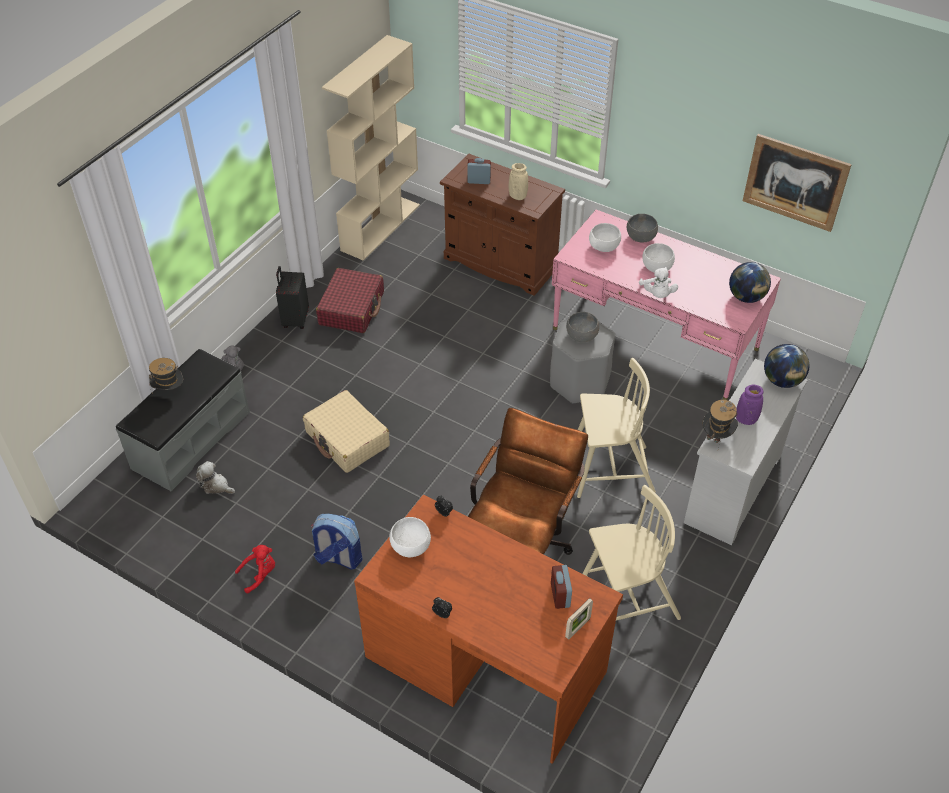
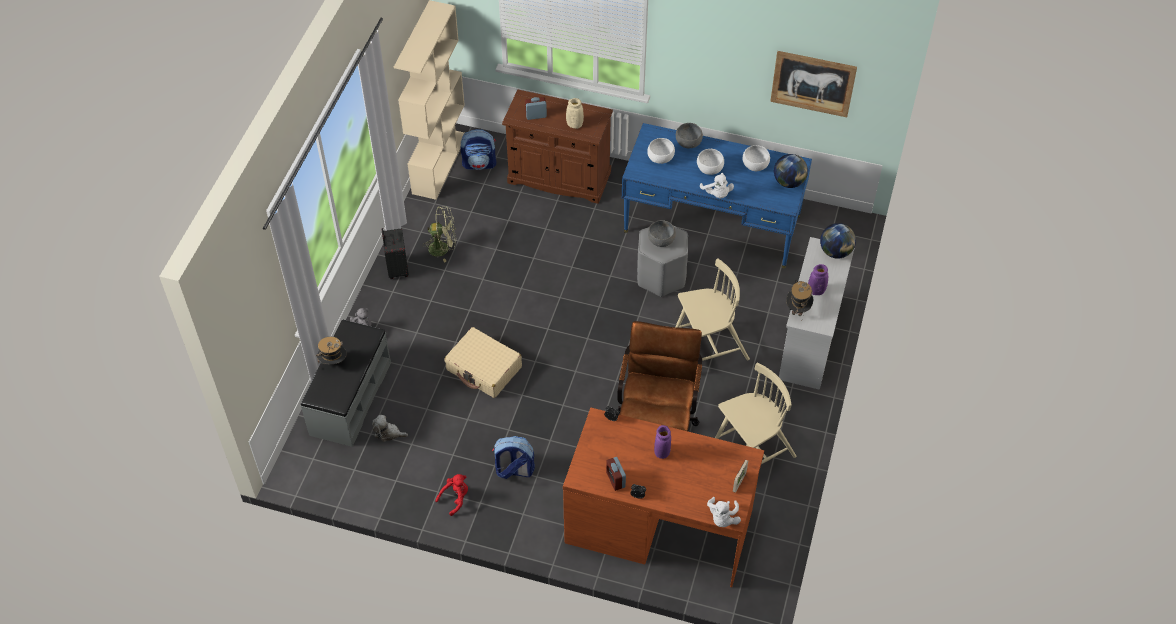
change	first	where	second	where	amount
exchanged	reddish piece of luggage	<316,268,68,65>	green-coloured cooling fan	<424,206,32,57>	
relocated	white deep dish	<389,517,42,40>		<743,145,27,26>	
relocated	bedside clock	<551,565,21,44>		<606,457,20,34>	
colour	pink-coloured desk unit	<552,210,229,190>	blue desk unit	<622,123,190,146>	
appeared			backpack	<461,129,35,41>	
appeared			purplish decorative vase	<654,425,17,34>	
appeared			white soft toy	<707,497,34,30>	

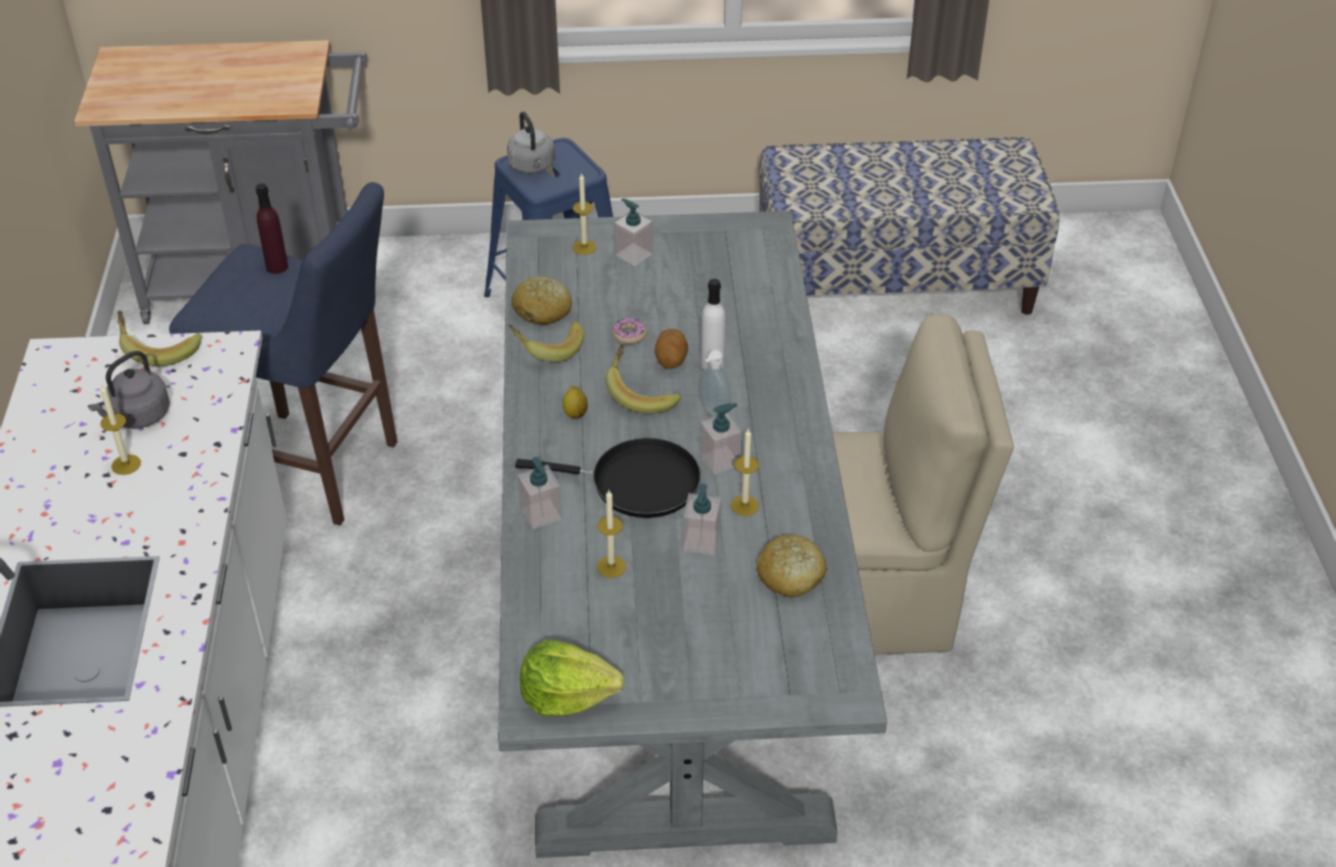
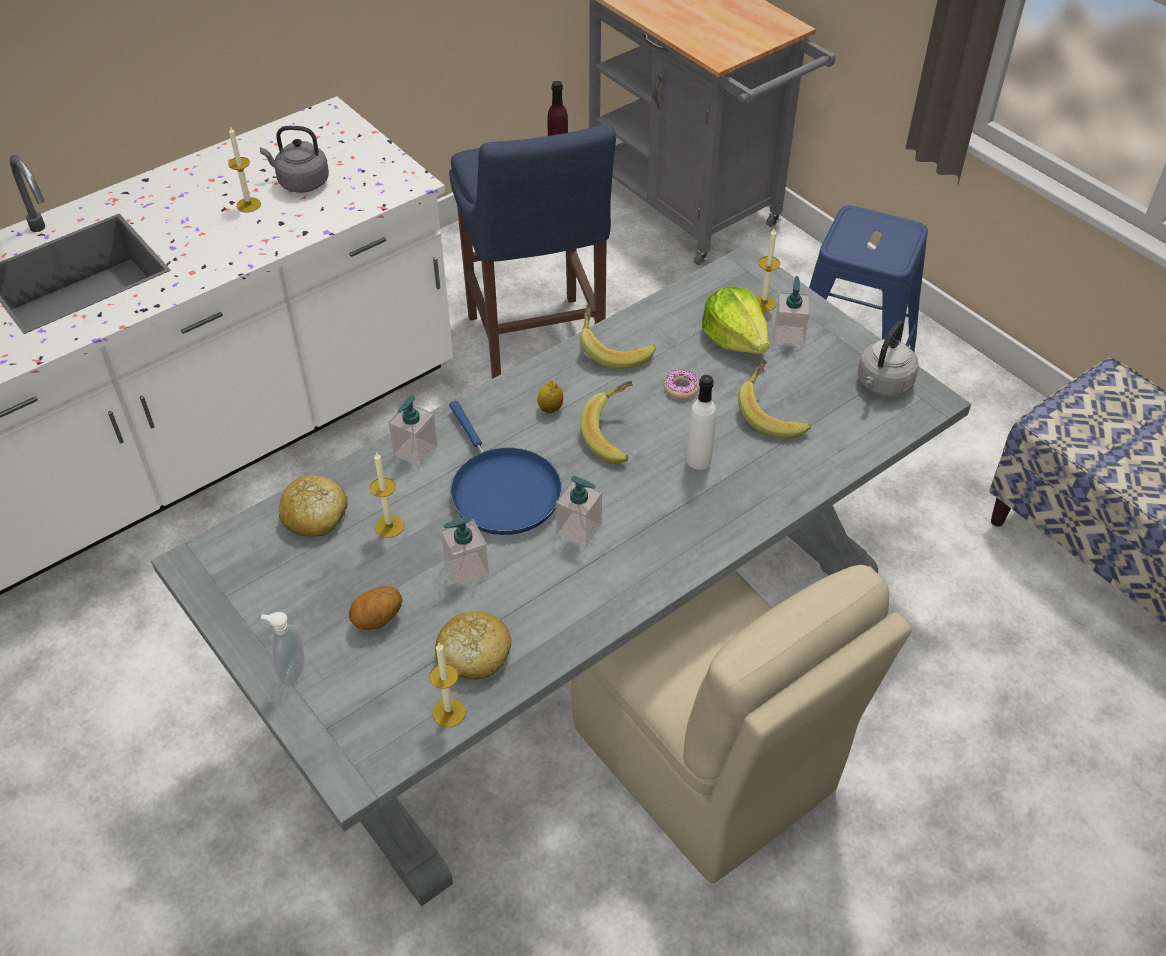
change	first	where	second	where	amount
relocated	banana fruit	<118,311,84,55>		<738,359,73,79>	
relocated	greyish water kettle	<507,112,48,62>		<858,321,61,75>	
relocated	bread	<511,277,61,48>		<279,475,68,62>	
colour	blackish skillet	<515,438,186,80>	blue skillet	<449,401,113,134>	
relocated	head of lettuce	<520,640,104,77>		<702,286,67,68>	
relocated	potato	<655,329,33,40>		<349,586,54,44>	
relocated	soap bottle	<698,350,33,66>		<261,612,43,74>	
relocated	candle	<731,428,28,88>		<429,643,36,84>	

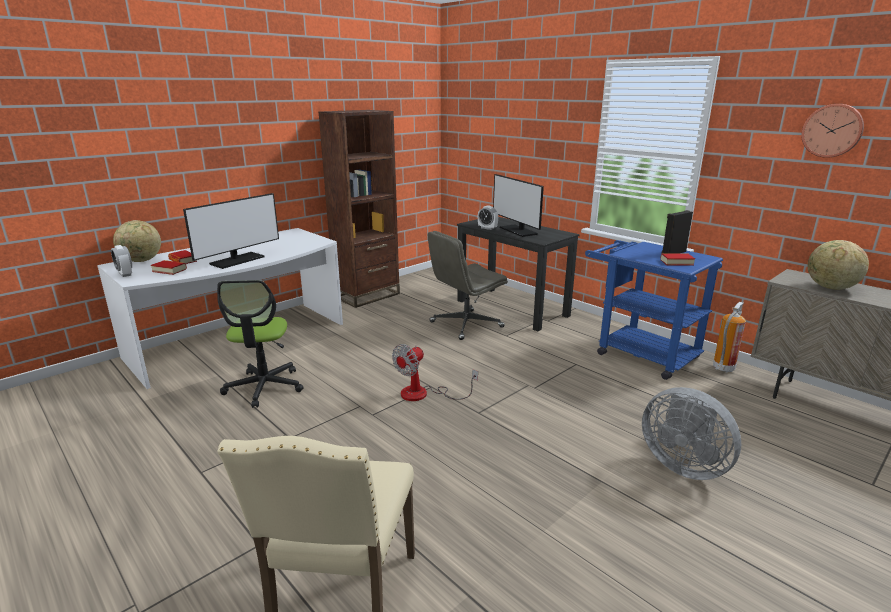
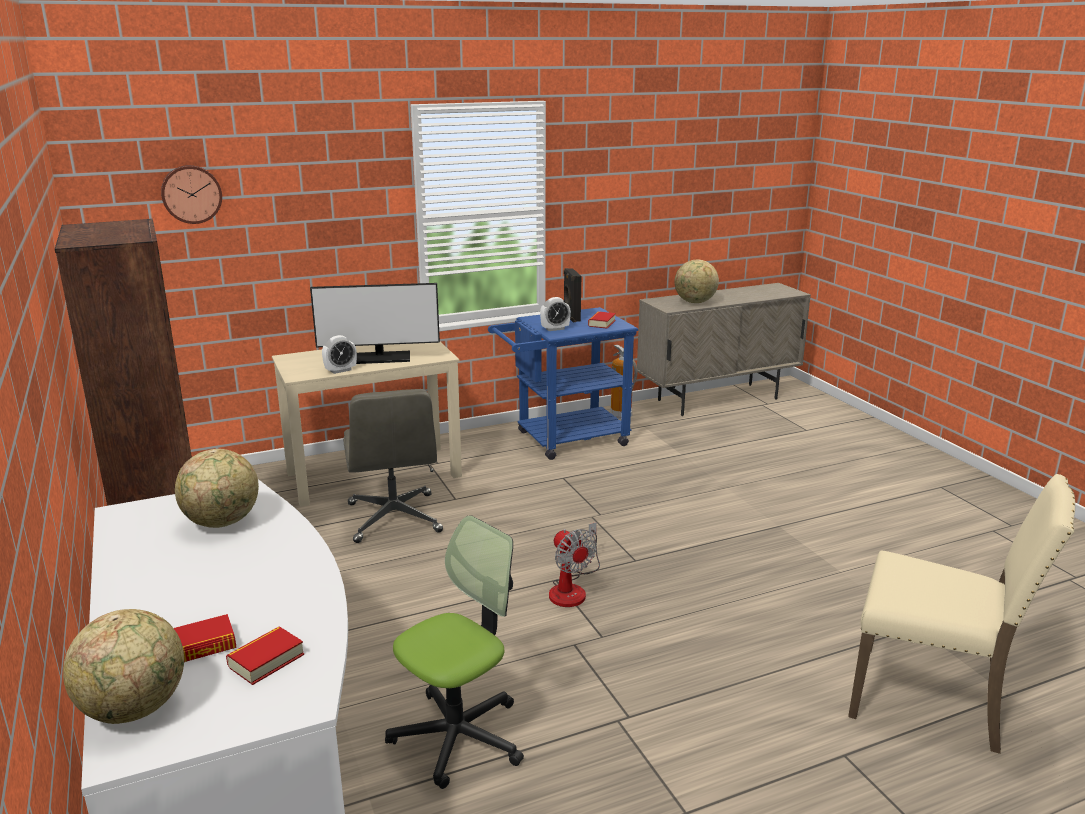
change	first	where	second	where	amount
relocated	bedside clock	<111,245,21,32>		<540,297,31,34>	
missing	computer display	<183,193,96,76>			
spun	office chair	<217,280,87,128>		<385,515,139,274>	60 degrees counterclockwise
colour	blackish desk unit	<457,217,123,114>	beige-coloured desk unit	<272,342,190,165>	
missing	greyish cooling fan	<642,387,99,93>			
relocated	wall clock	<801,104,63,54>		<161,165,61,59>	
appeared			desk globe	<175,449,84,79>	

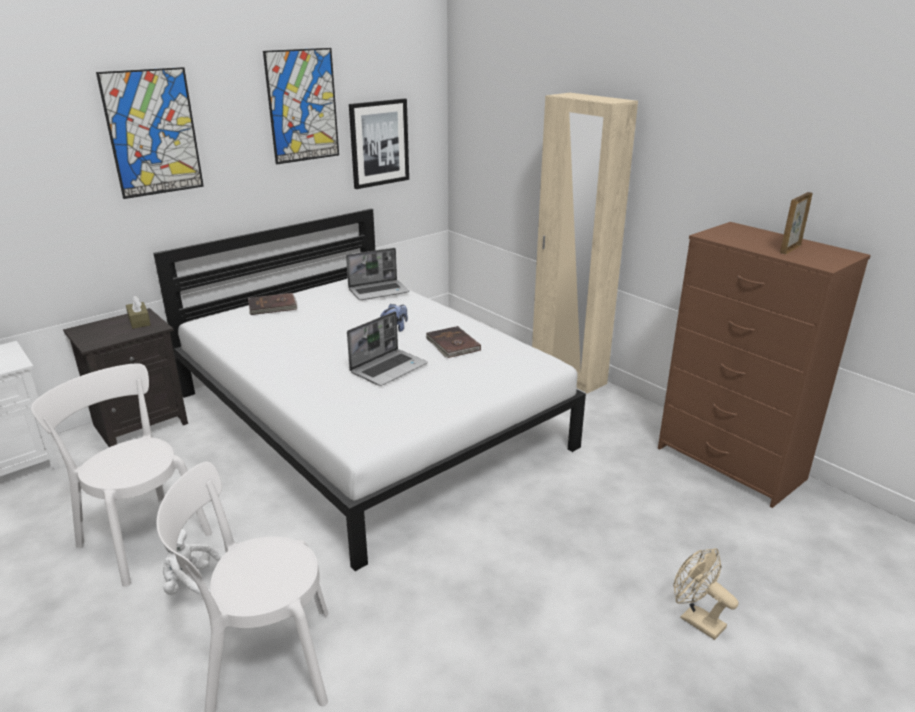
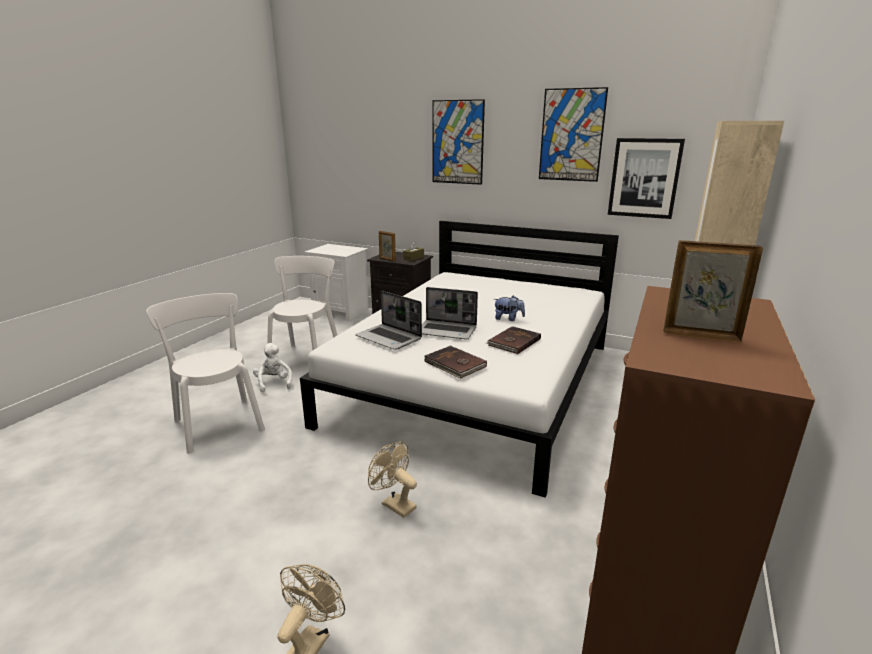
change	first	where	second	where	amount
relocated	brownish bound book	<248,293,49,22>		<424,346,63,33>	
relocated	portable computer	<346,248,63,52>		<355,291,67,59>	
appeared			beige-coloured cooling fan	<368,441,49,77>	
appeared			picture frame	<379,231,17,30>	

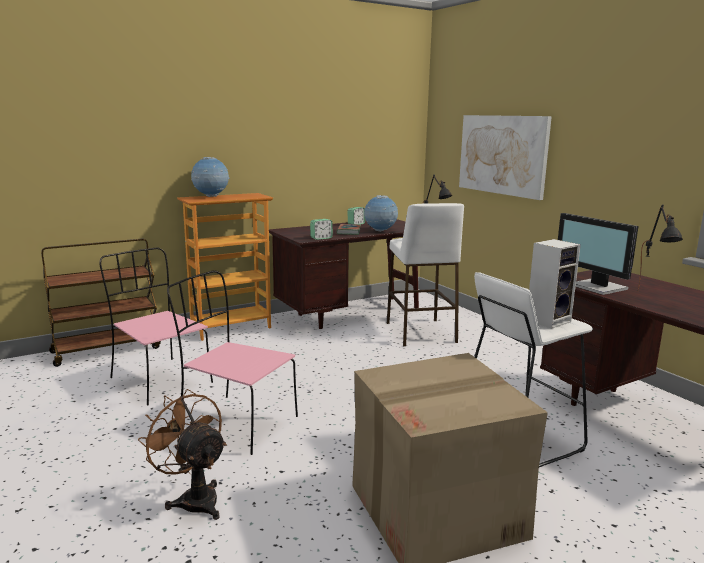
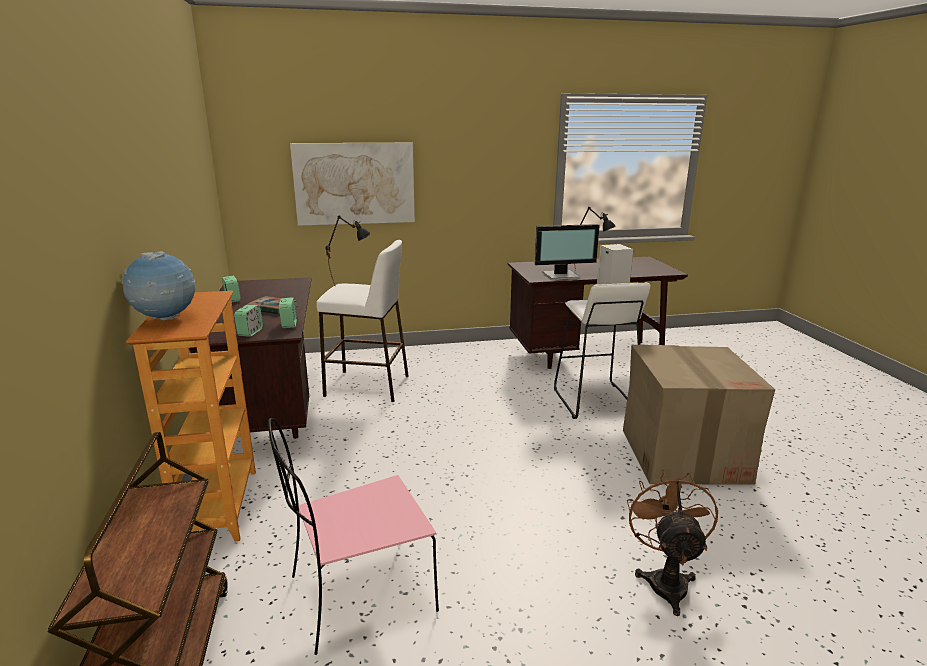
change	first	where	second	where	amount
spun	brownish cooling fan	<138,389,89,131>		<627,470,91,146>	120 degrees clockwise
missing	pink-coloured plain chair	<167,270,131,185>			
missing	desk globe	<364,195,34,37>			
appeared			bedside clock	<234,305,29,32>	

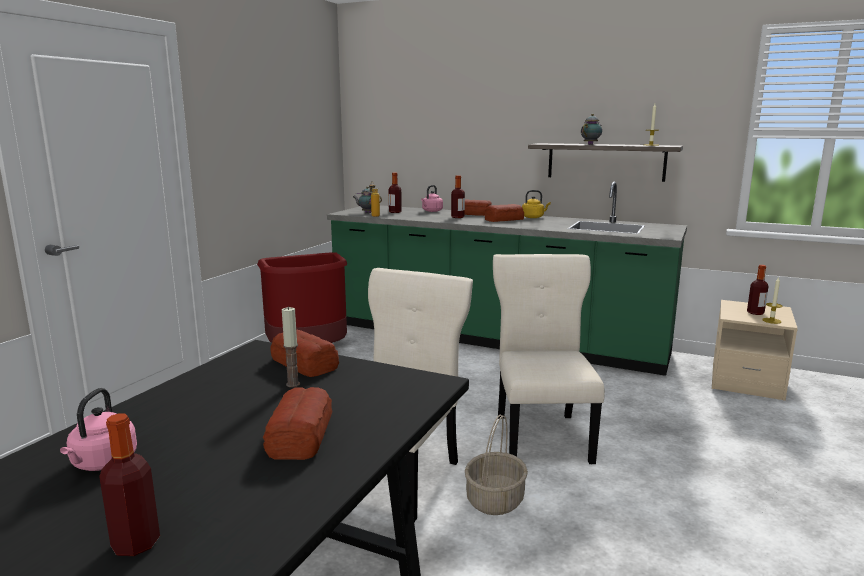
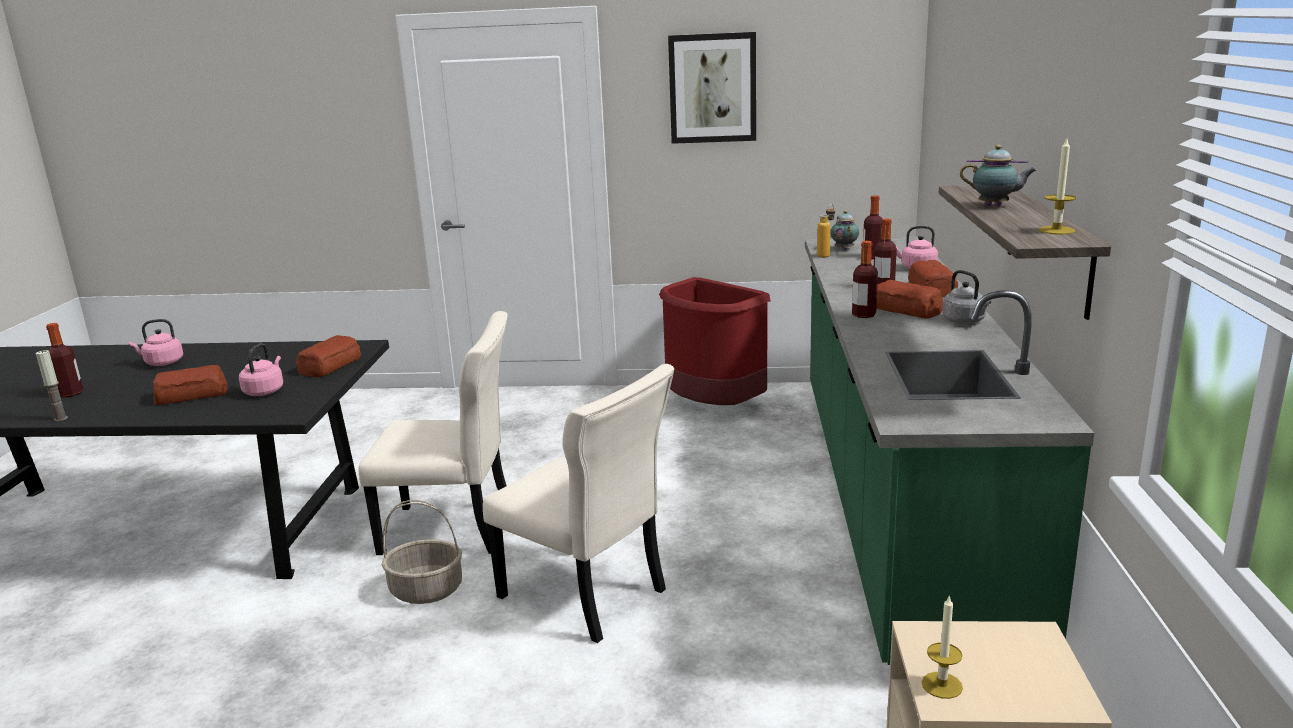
change	first	where	second	where	amount
relocated	candle	<282,306,18,81>		<36,350,32,71>	
spun	beige-coloured plain chair	<493,254,112,210>		<483,364,191,279>	60 degrees clockwise
colour	yellow-coloured water kettle	<522,190,29,28>	greyish water kettle	<942,270,49,54>	
relocated	bottle	<747,265,22,50>		<852,241,26,77>	
appeared			pink-coloured water kettle	<239,344,44,52>	
appeared			picture	<668,32,88,112>	

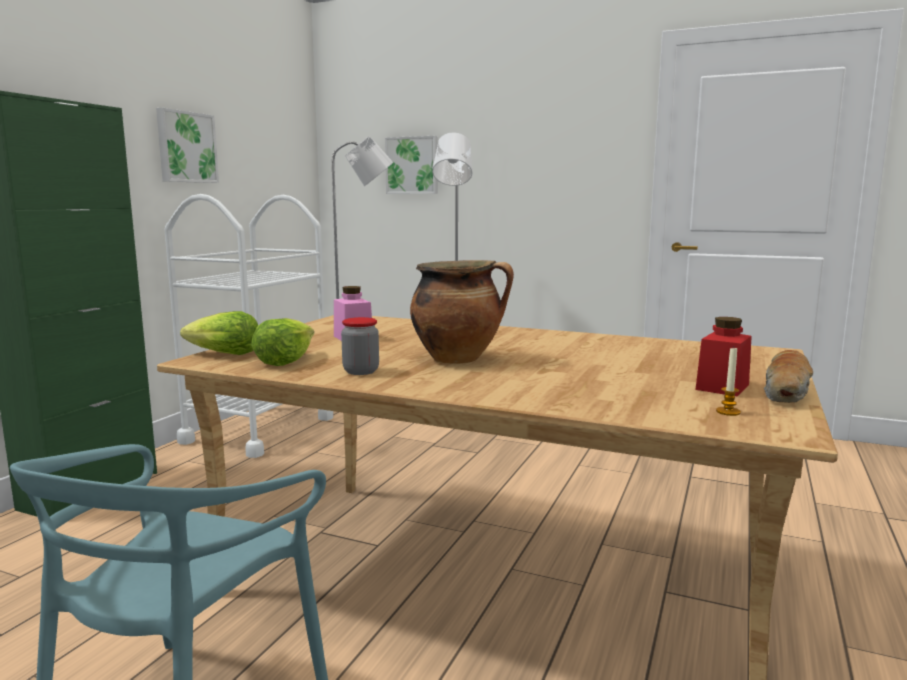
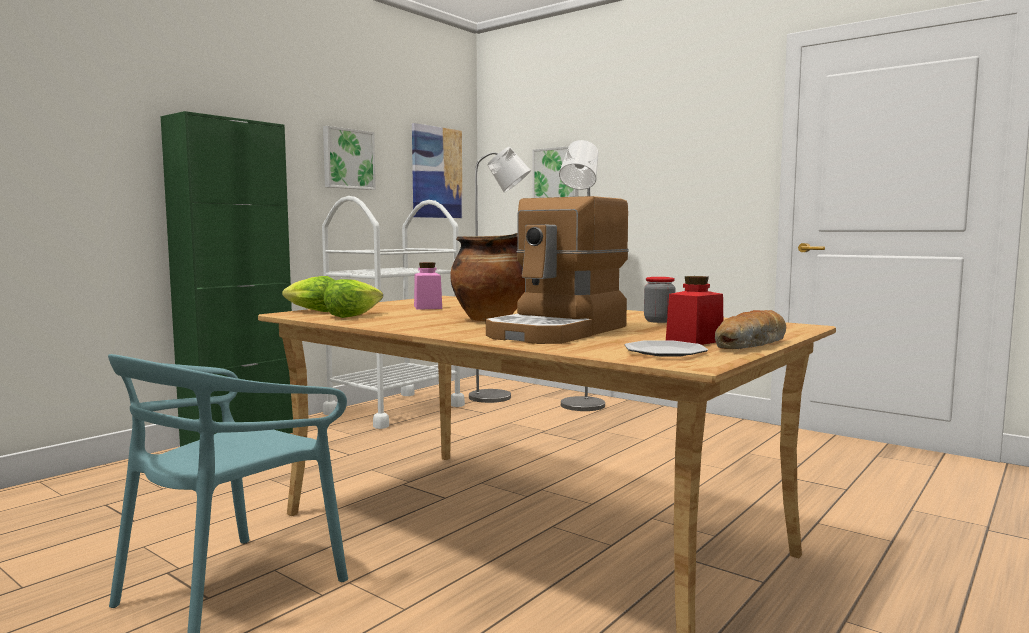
change	first	where	second	where	amount
relocated	storage jar	<341,317,38,58>		<644,277,31,46>	
exchanged	candle	<716,347,25,69>	dinner plate	<624,340,84,17>	
appeared			picture	<412,123,51,95>	
appeared			coffee brewer	<486,196,143,148>	

